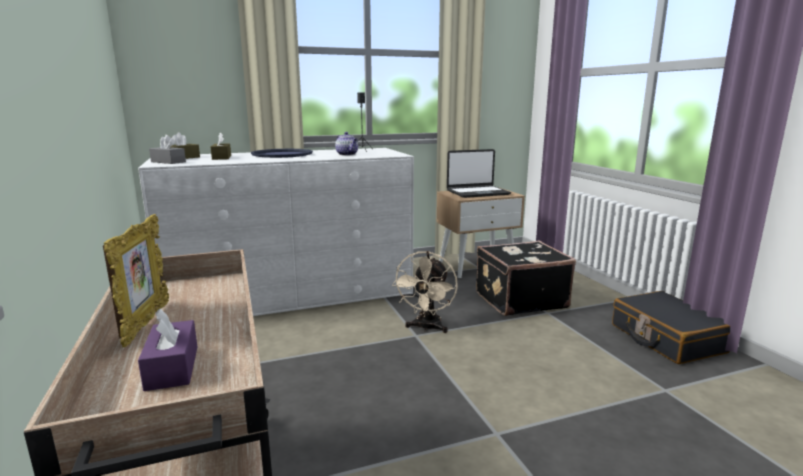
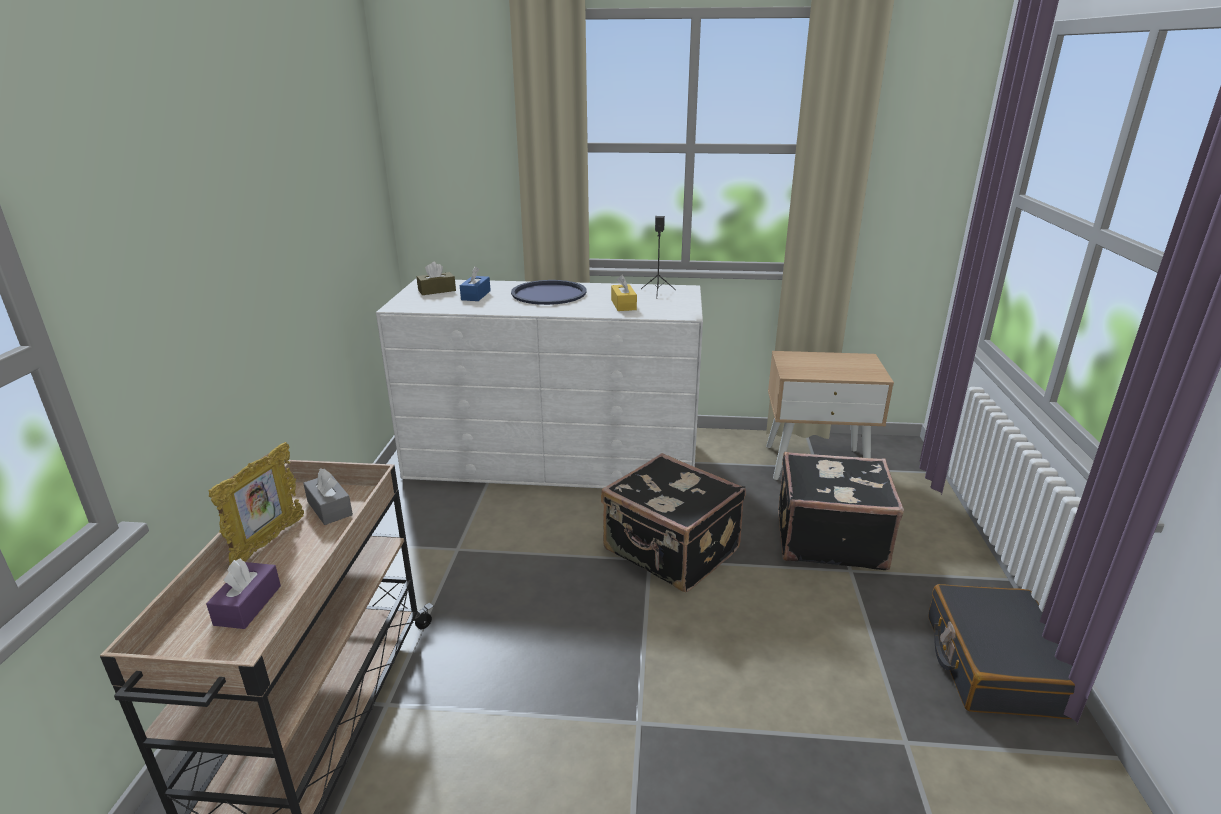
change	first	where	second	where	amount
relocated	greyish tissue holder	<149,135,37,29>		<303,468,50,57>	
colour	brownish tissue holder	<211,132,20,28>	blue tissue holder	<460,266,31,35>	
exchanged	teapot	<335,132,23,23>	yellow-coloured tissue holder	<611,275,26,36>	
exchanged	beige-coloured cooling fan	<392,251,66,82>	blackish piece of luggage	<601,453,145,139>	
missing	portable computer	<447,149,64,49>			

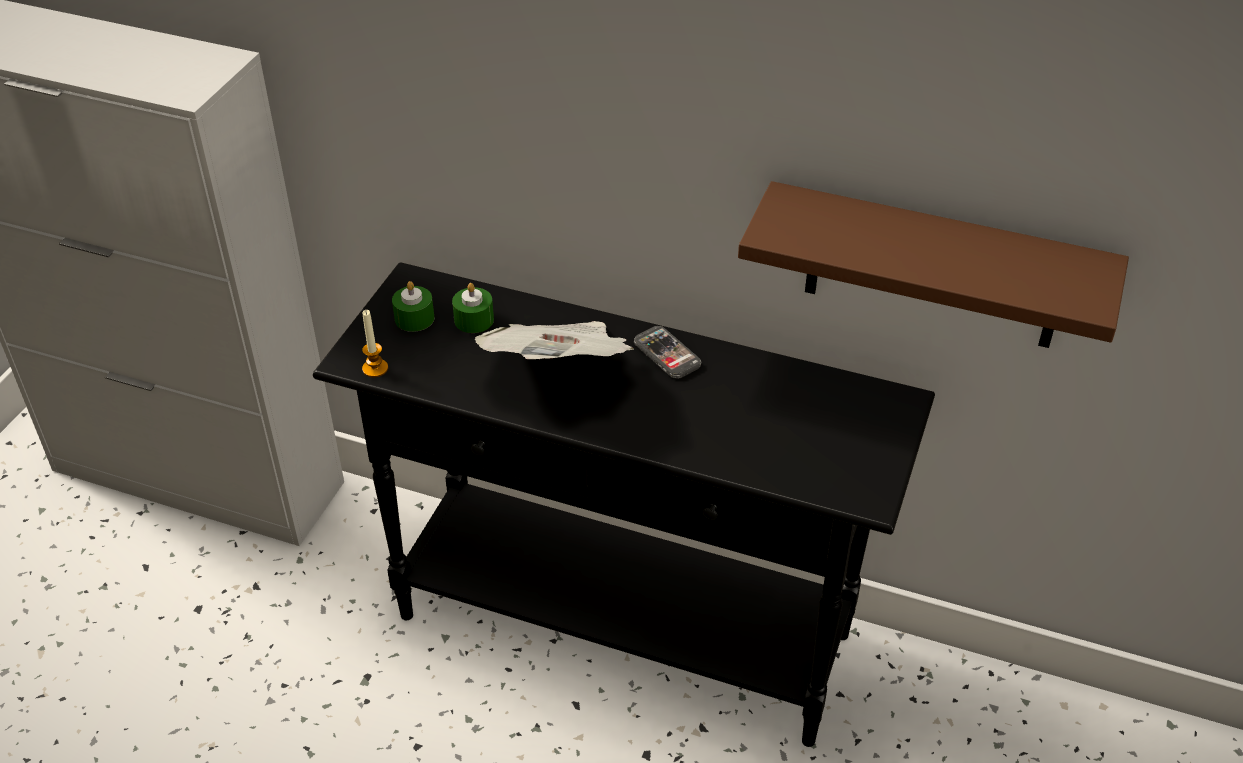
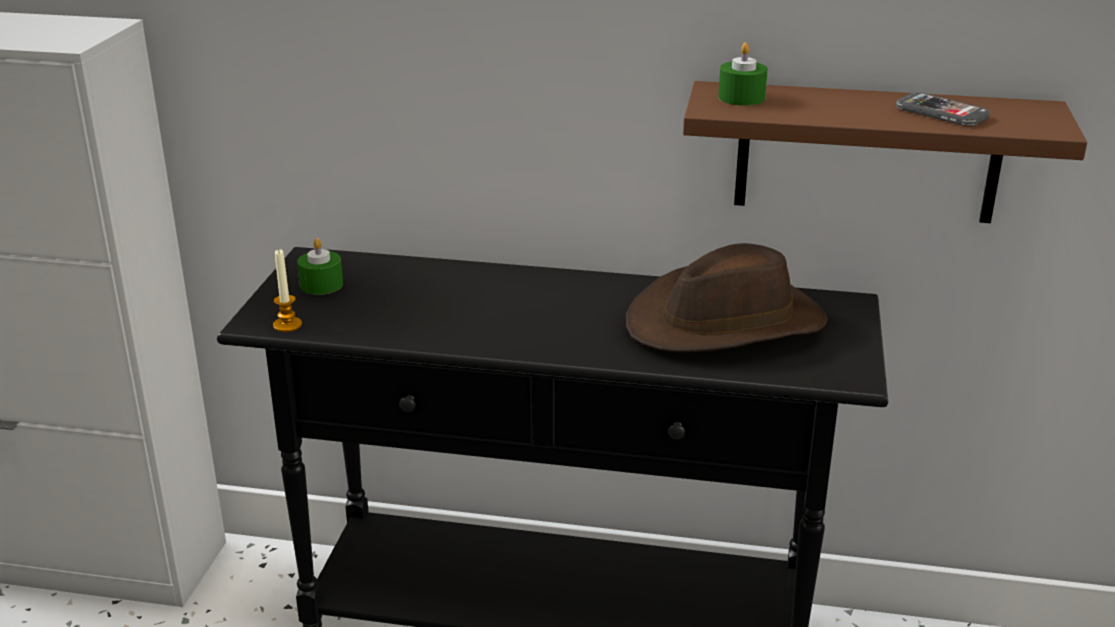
change	first	where	second	where	amount
relocated	green-coloured candle	<452,283,42,50>		<718,42,50,64>	
missing	newspaper	<475,321,159,38>			
relocated	phone	<634,326,68,52>		<896,92,94,34>	
appeared			brownish clothing hat	<626,243,202,110>	

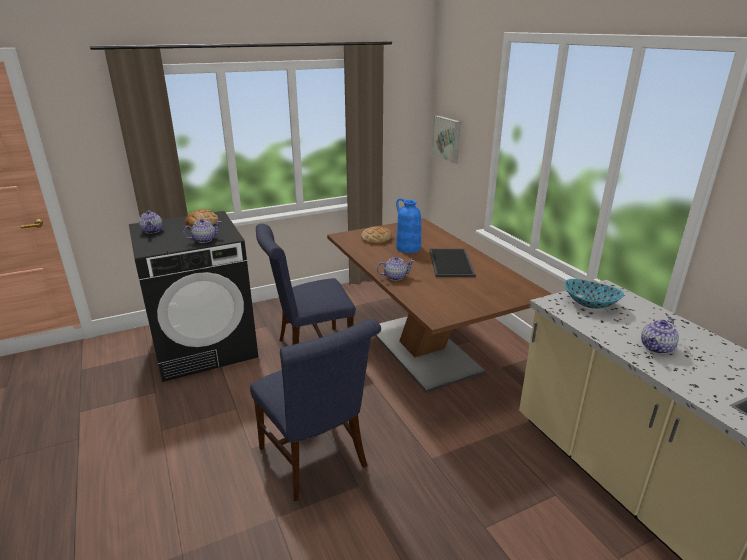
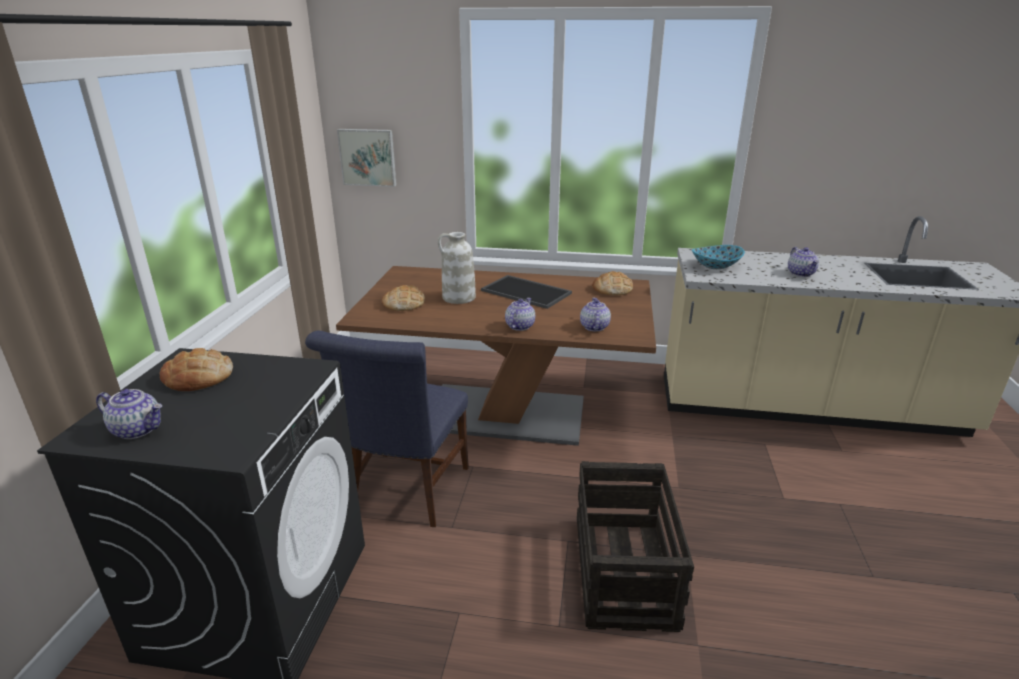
change	first	where	second	where	amount
relocated	teapot	<183,219,38,24>		<580,298,31,33>	
exchanged	blue plain chair	<250,319,131,182>	packing crate	<577,461,117,171>	
colour	blue decorative vase	<396,198,25,55>	white decorative vase	<438,232,38,72>	
appeared			bread	<592,271,41,25>	

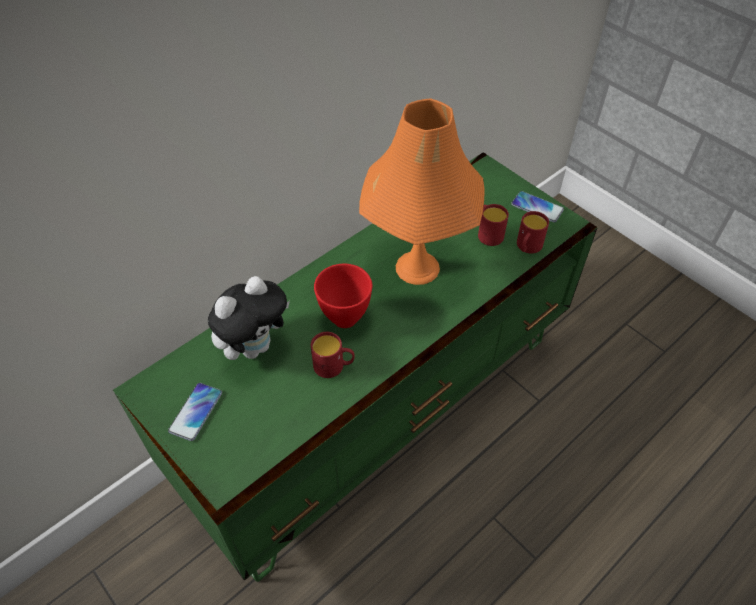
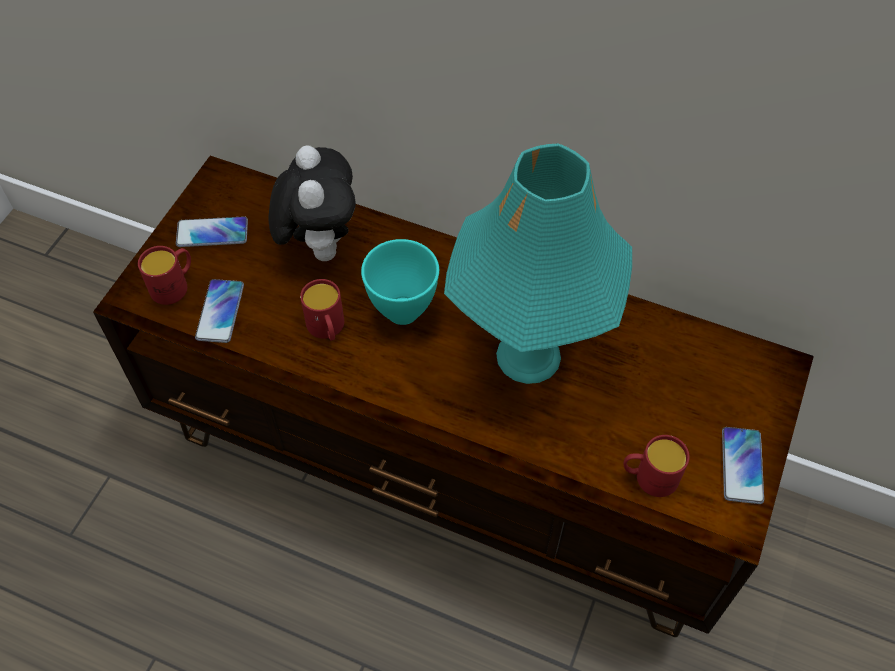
change	first	where	second	where	amount
colour	green-coloured tv stand	<113,152,484,430>	brownish tv stand	<93,156,721,481>	
spun	soft toy	<208,276,82,84>		<269,145,87,116>	120 degrees counterclockwise
colour	reddish deep dish	<314,264,58,64>	turquoise deep dish	<361,239,78,86>	
colour	orange tabletop lamp	<359,98,126,187>	turquoise tabletop lamp	<444,143,188,241>	
relocated	reddish coffee mug	<478,204,31,42>		<138,246,53,59>	
appeared			phone	<195,279,49,64>	

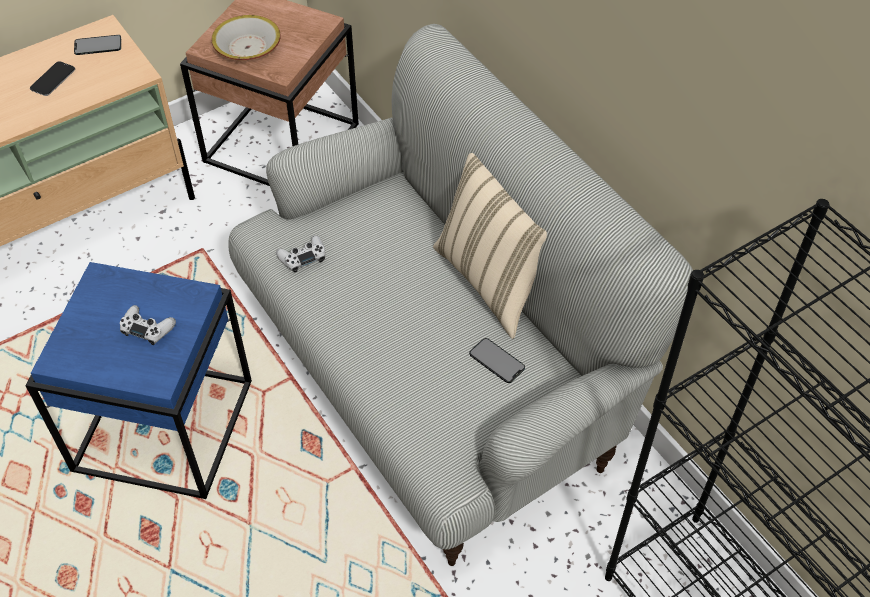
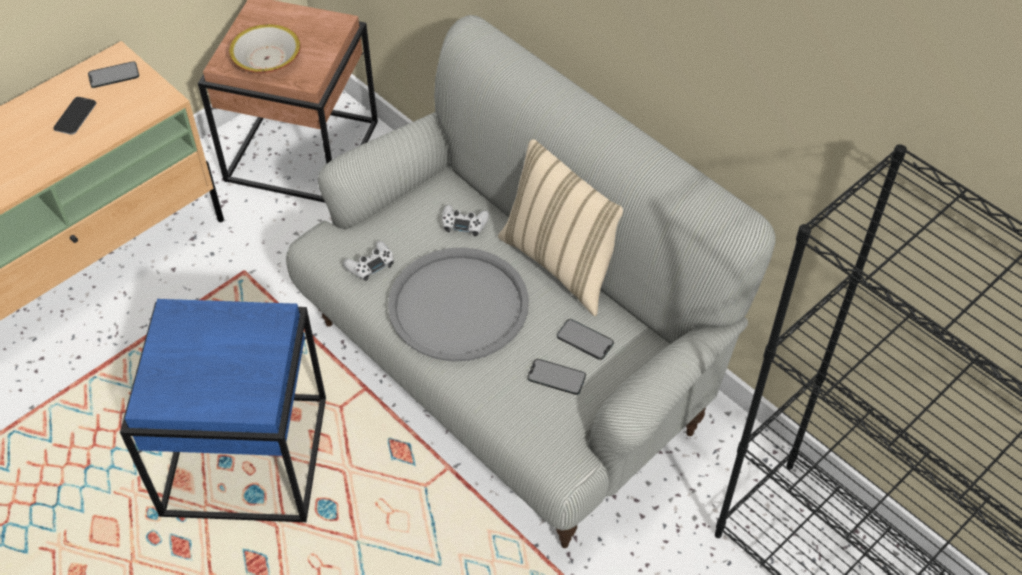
change	first	where	second	where	amount
relocated	white game controller	<120,305,56,40>		<442,205,48,31>	
appeared			greyish serving tray	<388,247,141,114>	
appeared			phone	<527,359,59,36>	

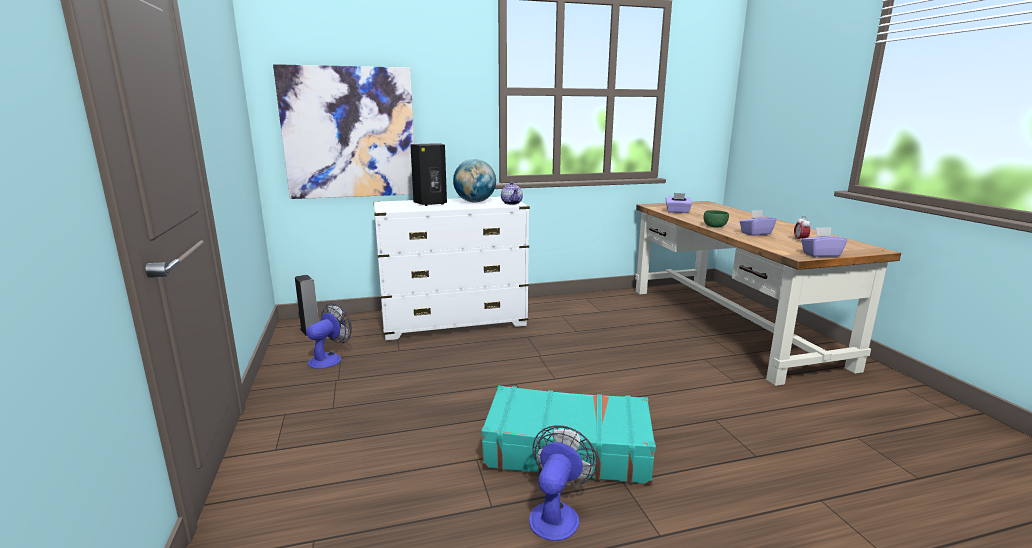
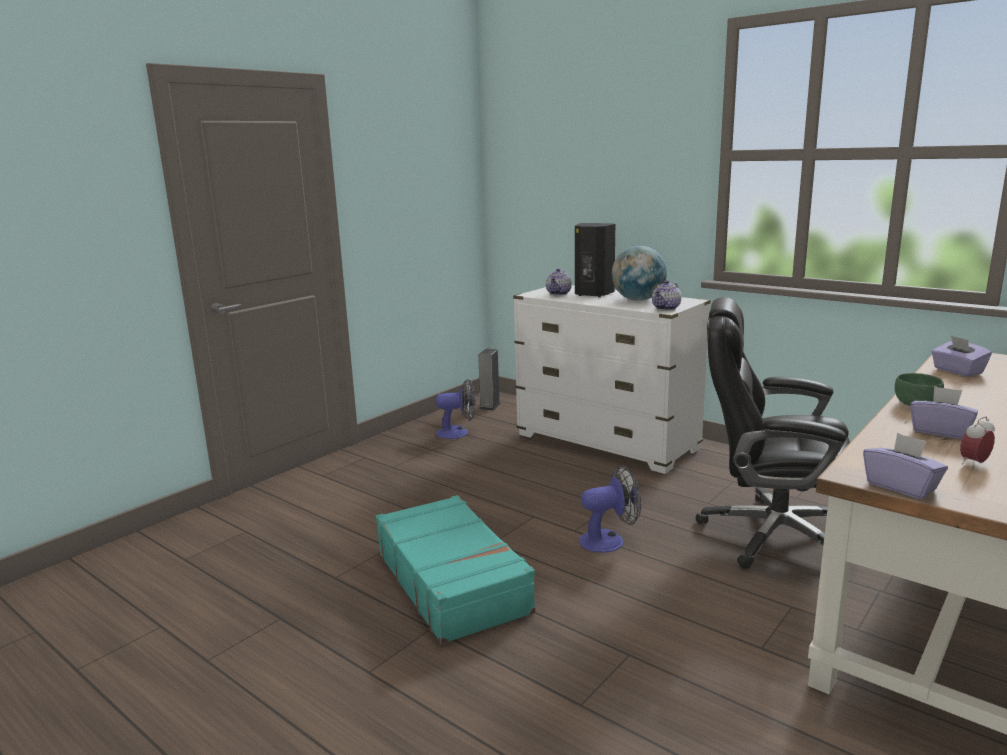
change	first	where	second	where	amount
missing	picture	<273,64,141,135>			
relocated	cooling fan	<529,425,69,116>		<579,466,62,87>	
appeared			teapot	<546,268,26,28>	
appeared			blackish office chair	<696,297,154,272>	

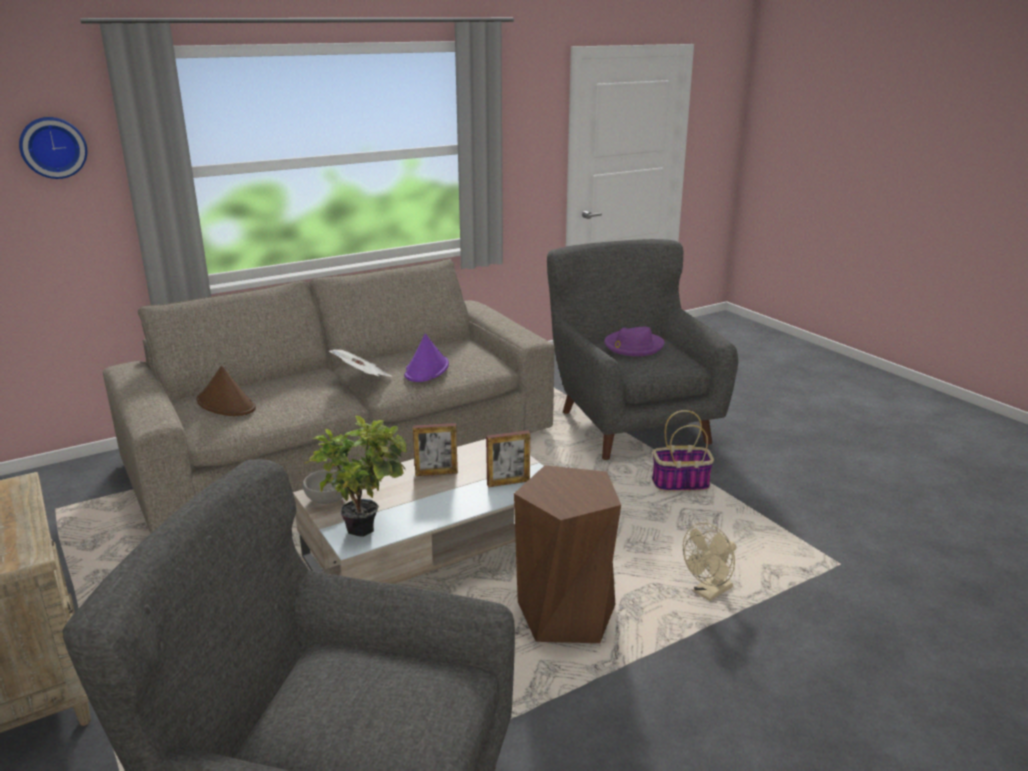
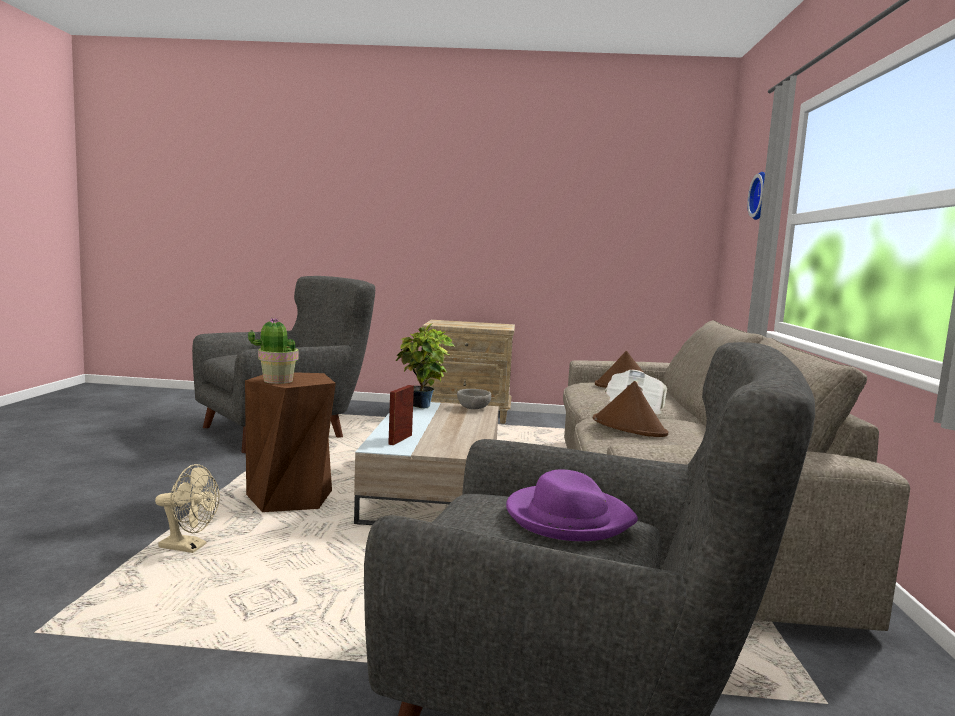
change	first	where	second	where	amount
colour	purplish clothing hat	<404,334,45,48>	brownish clothing hat	<593,381,75,56>	
missing	picture frame	<413,423,45,53>			
missing	basket	<652,410,62,81>			
spun	beige-coloured cooling fan	<683,522,53,79>		<155,464,65,89>	105 degrees clockwise
appeared			plant in a pot	<248,318,51,66>	

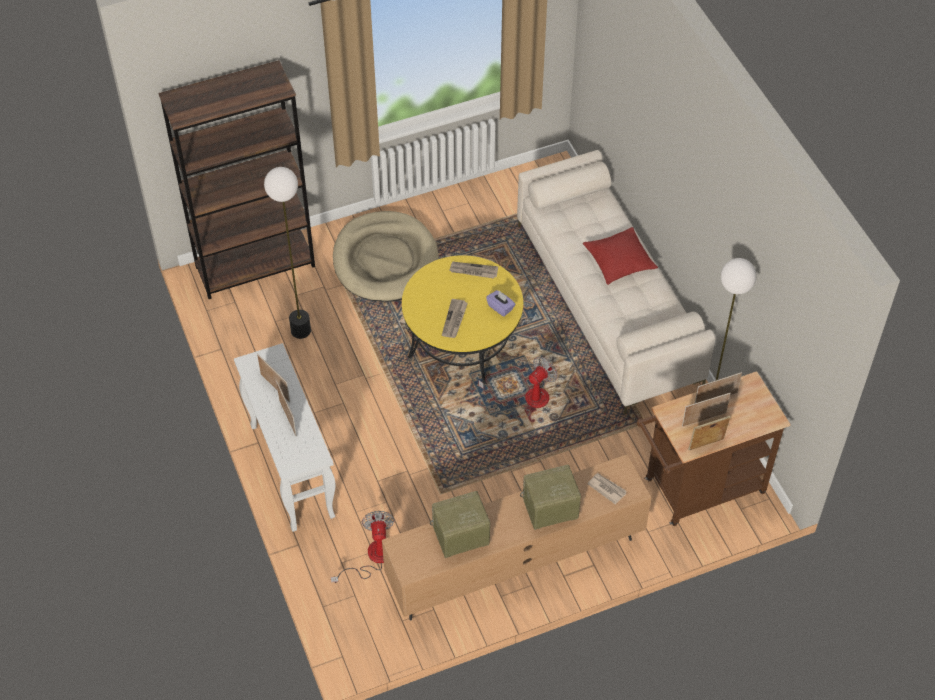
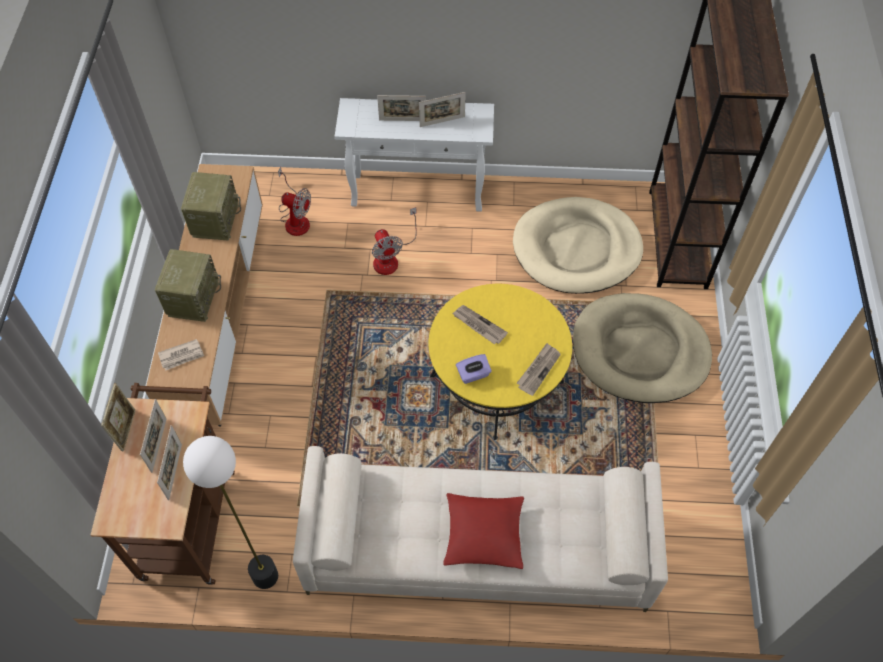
change	first	where	second	where	amount
exchanged	standing lamp	<264,167,47,172>	beige-coloured pet bed	<513,197,130,97>	
relocated	cooling fan	<479,357,79,52>		<372,207,45,68>	

